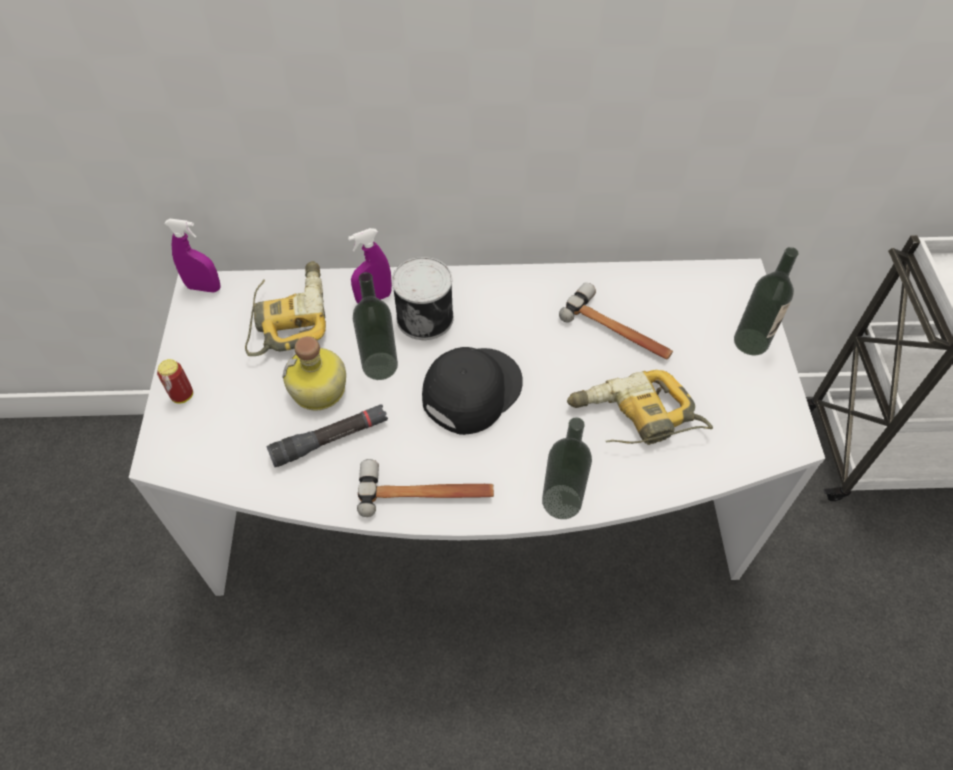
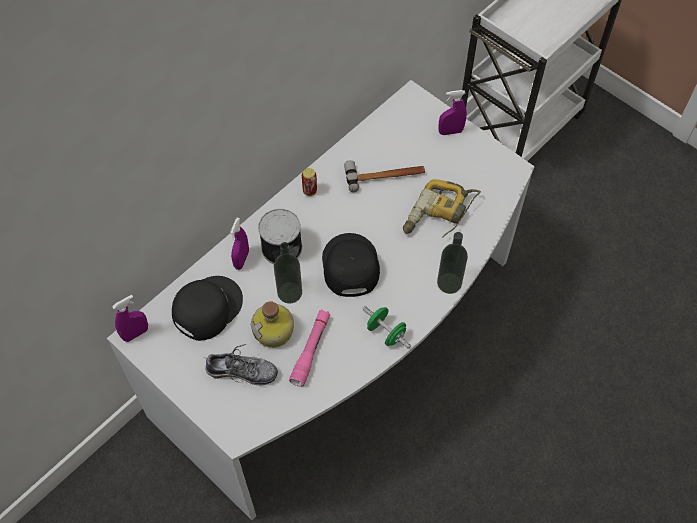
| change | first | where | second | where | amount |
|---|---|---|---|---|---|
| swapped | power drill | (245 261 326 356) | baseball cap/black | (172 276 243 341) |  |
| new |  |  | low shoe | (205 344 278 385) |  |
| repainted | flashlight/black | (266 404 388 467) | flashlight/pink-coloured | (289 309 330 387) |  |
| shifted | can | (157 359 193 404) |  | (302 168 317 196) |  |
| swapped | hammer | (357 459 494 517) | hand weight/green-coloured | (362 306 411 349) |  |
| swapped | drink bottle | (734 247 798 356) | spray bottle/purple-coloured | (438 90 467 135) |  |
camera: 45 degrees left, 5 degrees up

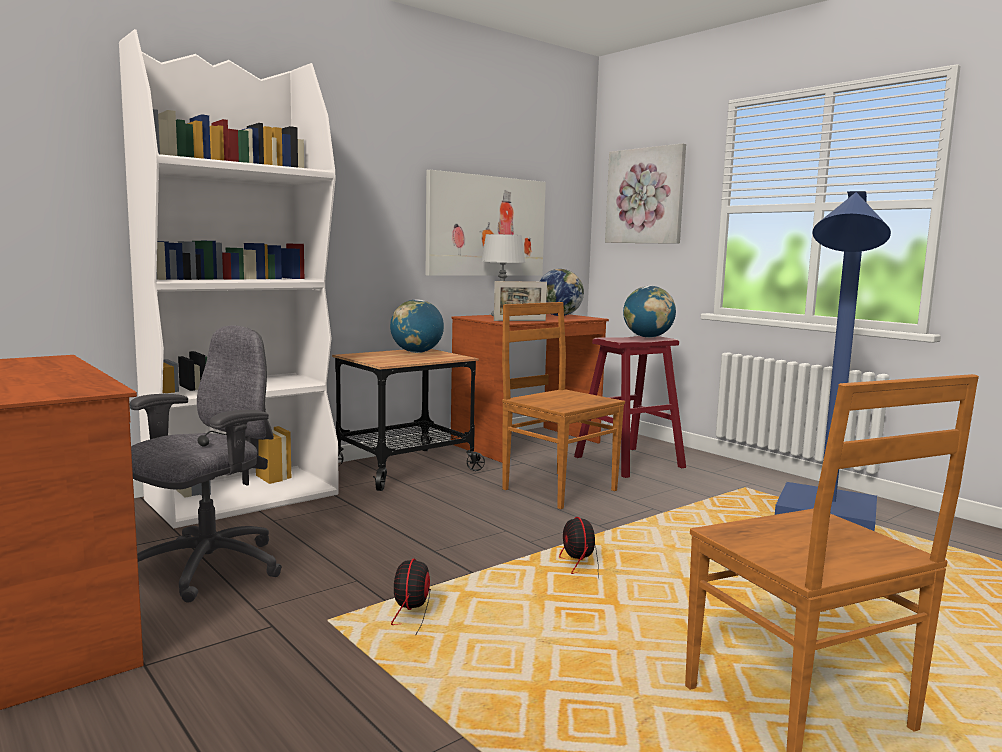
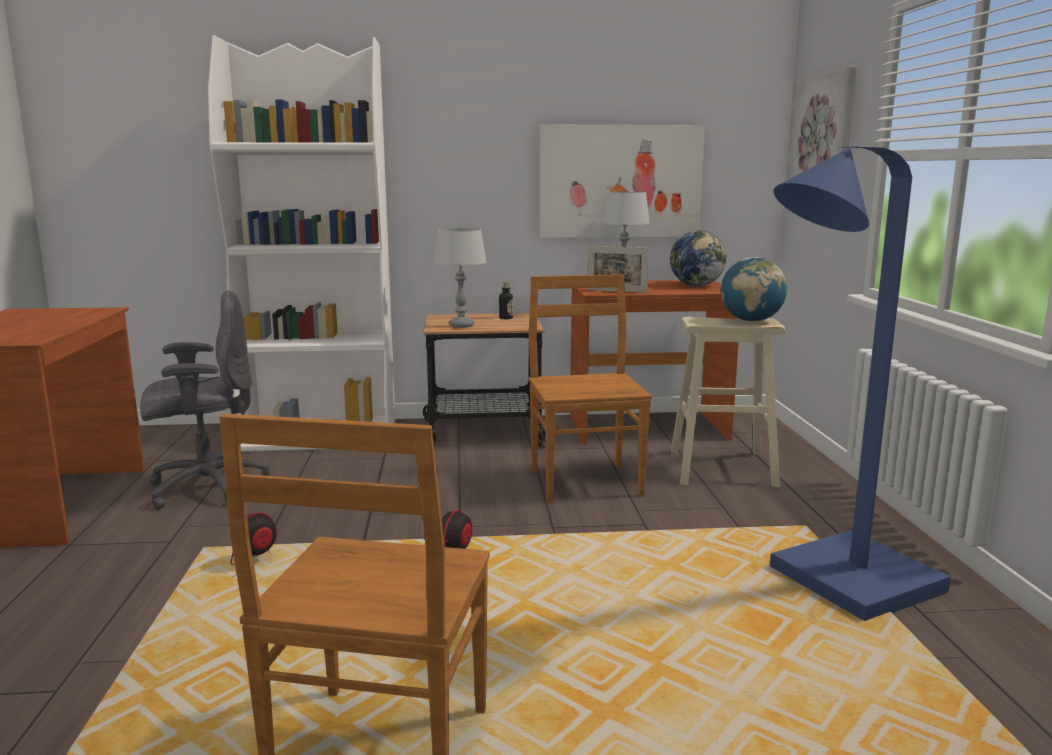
| change | first | where | second | where | amount |
|---|---|---|---|---|---|
| new |  |  | table lamp/gray | (434 228 487 328) |  |
| swapped | globe | (390 299 444 353) | drink bottle | (499 282 513 319) |  |
| repainted | sitting stool/reddish | (574 336 686 478) | sitting stool/sand-coloured | (671 317 785 487) |  |
camera: 35 degrees right, 5 degrees up

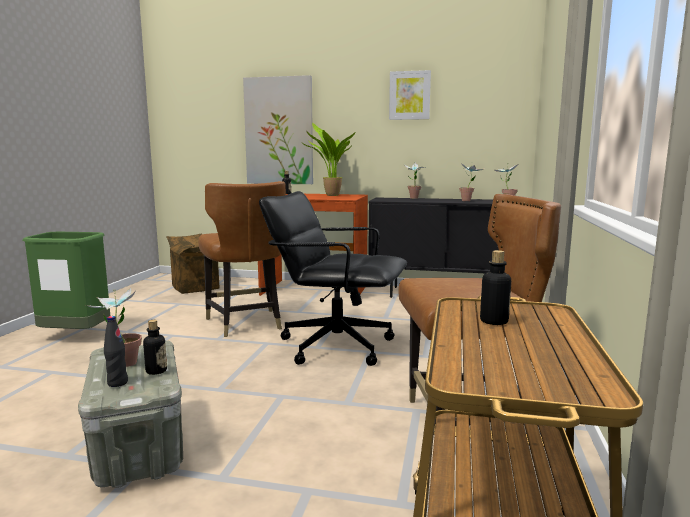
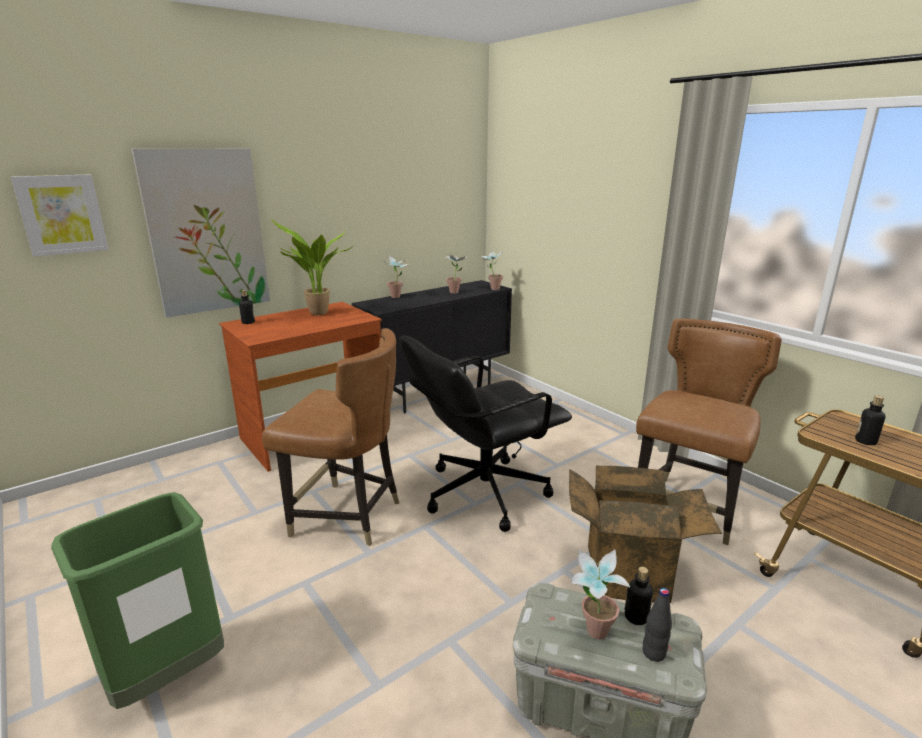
| change | first | where | second | where | amount |
|---|---|---|---|---|---|
| shifted | wall picture | (389 70 431 120) |  | (11 175 109 257) |  |
| shifted | cardboard box | (166 233 220 294) |  | (569 466 722 603) |  |
camera: 50 degrees left, 10 degrees up

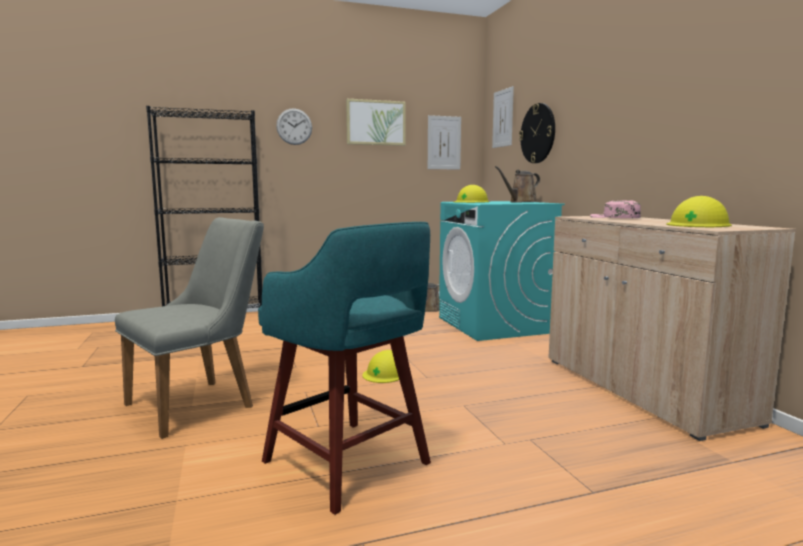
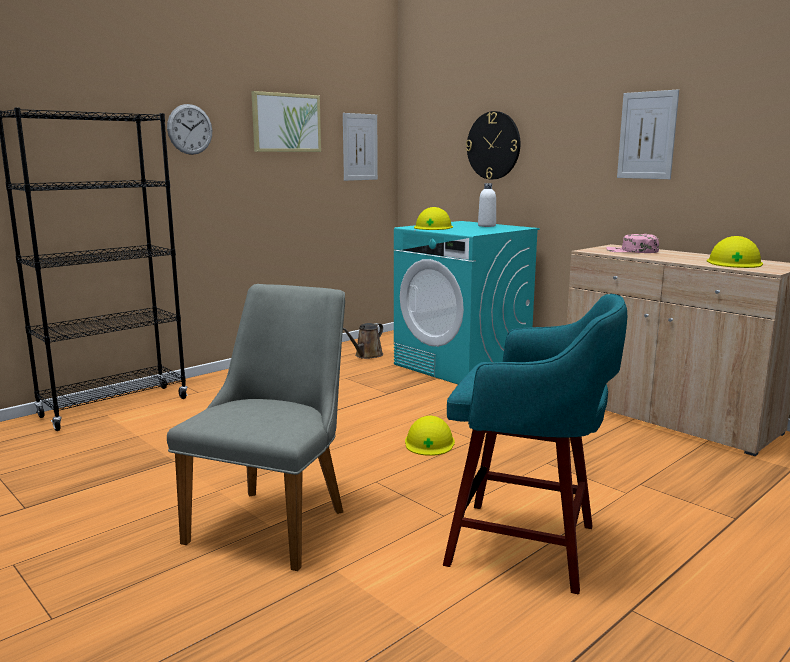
| change | first | where | second | where | amount |
|---|---|---|---|---|---|
| swapped | sprinkling can/brown-coloured | (495 166 540 203) | drink bottle/whitish | (478 183 496 227) |  |
| shifted | wall picture | (492 86 514 148) |  | (617 89 679 179) |  |
camera: 25 degrees left, 5 degrees up

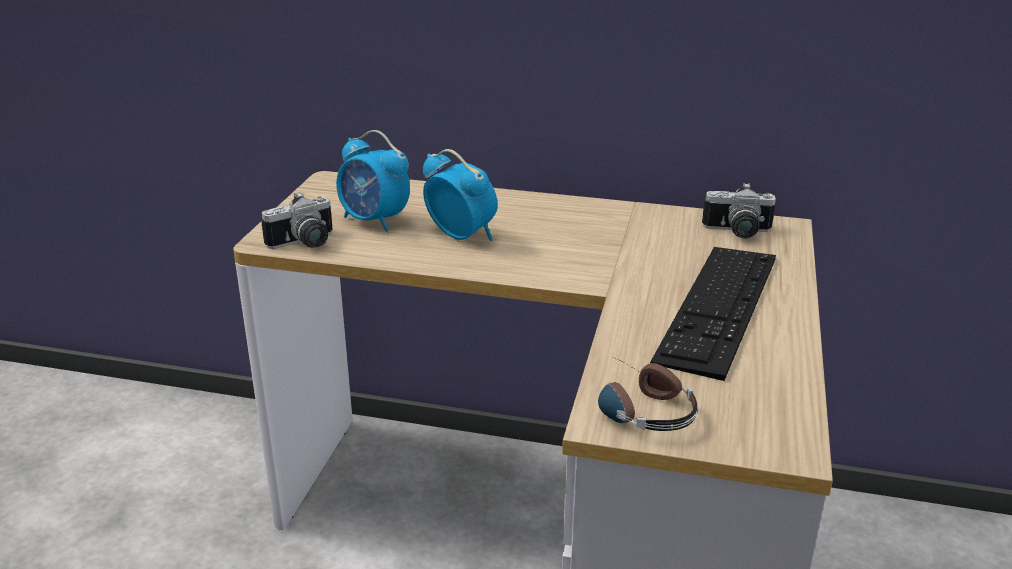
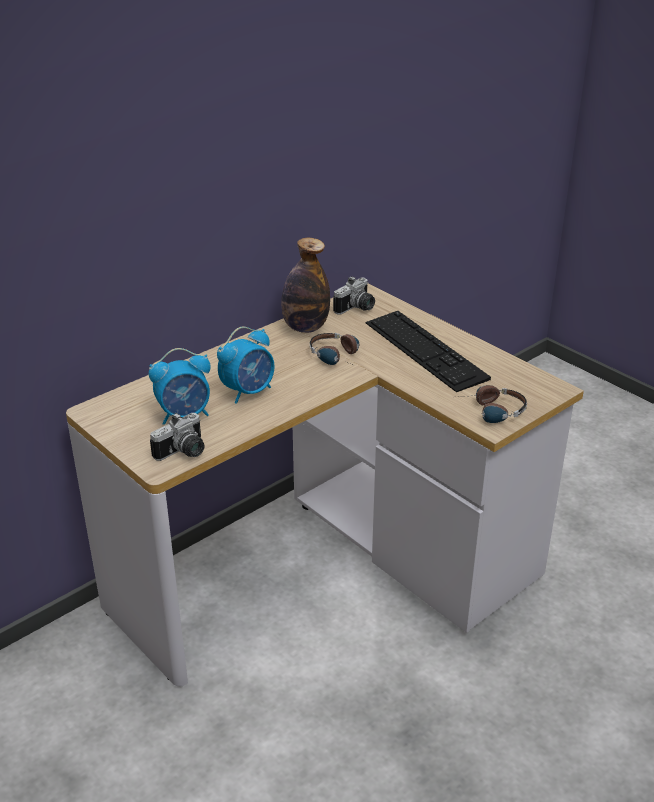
| change | first | where | second | where | amount |
|---|---|---|---|---|---|
| rotated | photo camera | (261 192 332 249) |  | (150 413 204 461) | 45 degrees clockwise |
| rotated | bedside clock | (423 149 498 241) |  | (217 327 274 404) | 150 degrees clockwise |
| new |  |  | drink bottle | (281 238 330 333) |  |
| new |  |  | pair of headphones | (309 333 359 365) |  |
camera: 55 degrees left, 5 degrees up

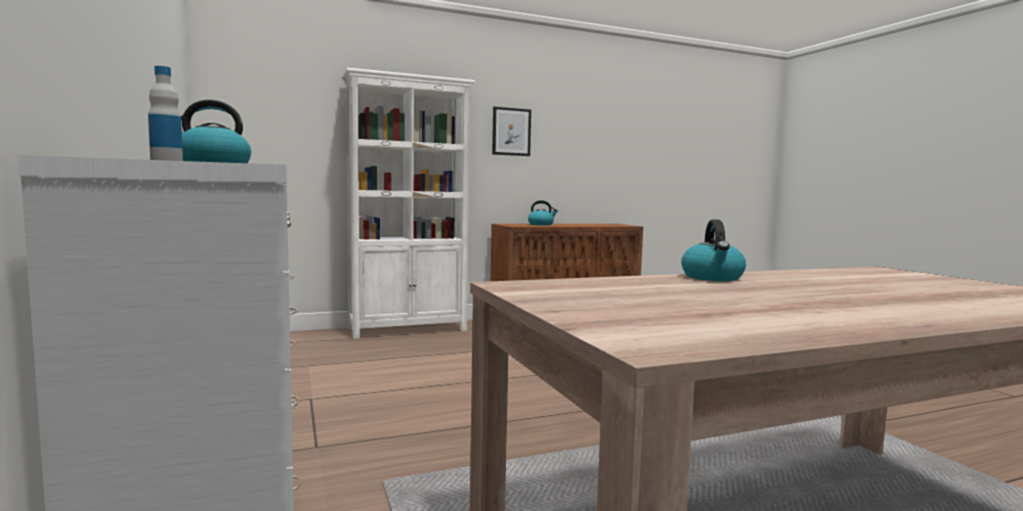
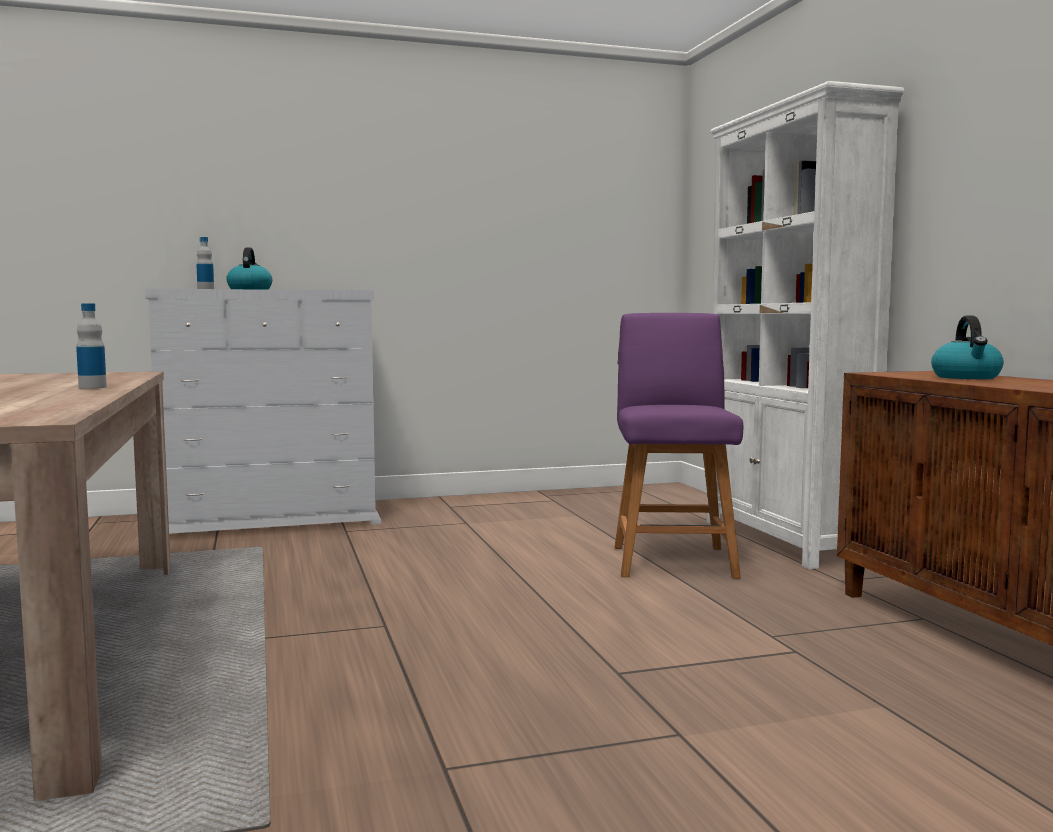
| change | first | where | second | where | amount |
|---|---|---|---|---|---|
| swapped | tea kettle | (681 219 746 281) | drink bottle | (76 303 107 389) |  |
| new |  |  | chair/purple-coloured | (615 313 743 579) |  |
| gone | wall picture | (492 107 531 156) |  |  |  |
camera: 95 degrees right, 0 degrees up

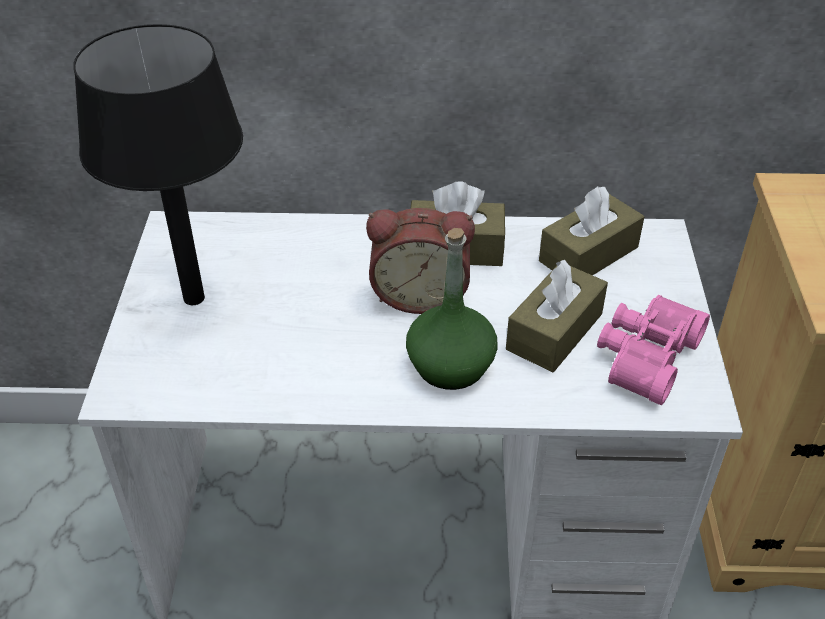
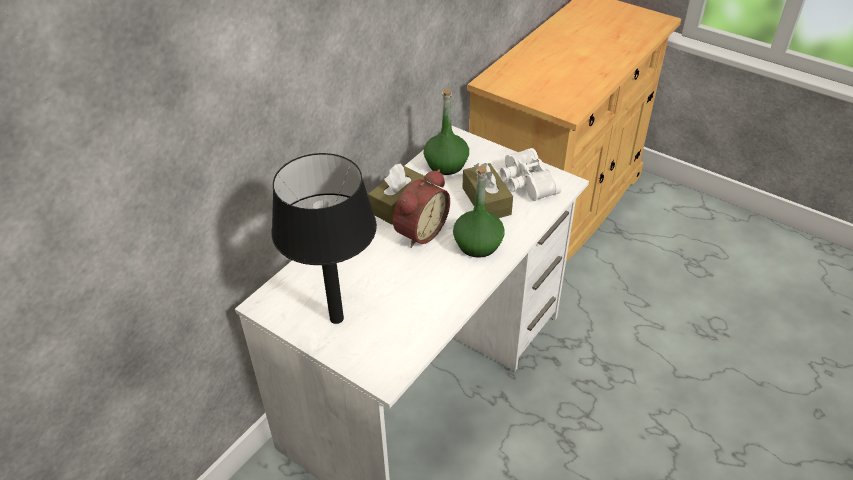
| change | first | where | second | where | amount |
|---|---|---|---|---|---|
| swapped | box of tissues/brown-coloured | (539 186 644 275) | drink bottle/green-coloured | (424 88 469 175) |  |
| repainted | field glasses/pink-coloured | (597 295 710 405) | field glasses/whitish | (500 148 562 201) |  |
camera: 55 degrees left, 0 degrees up

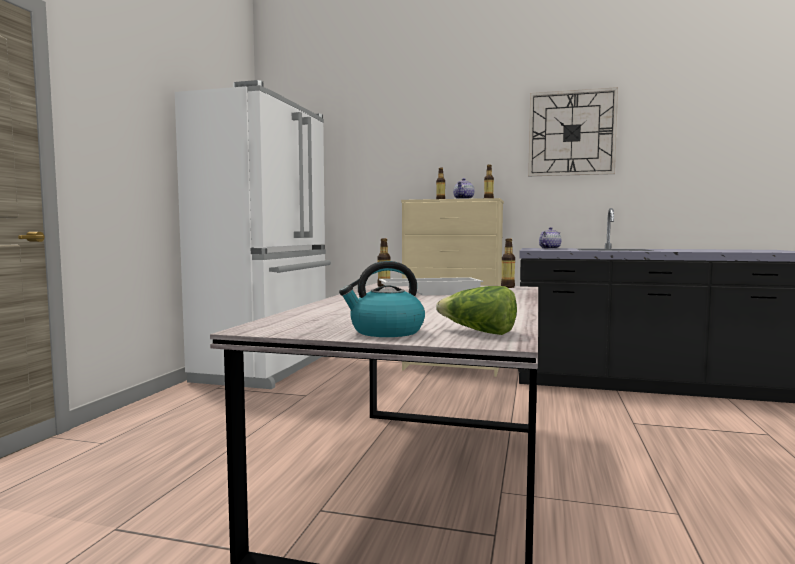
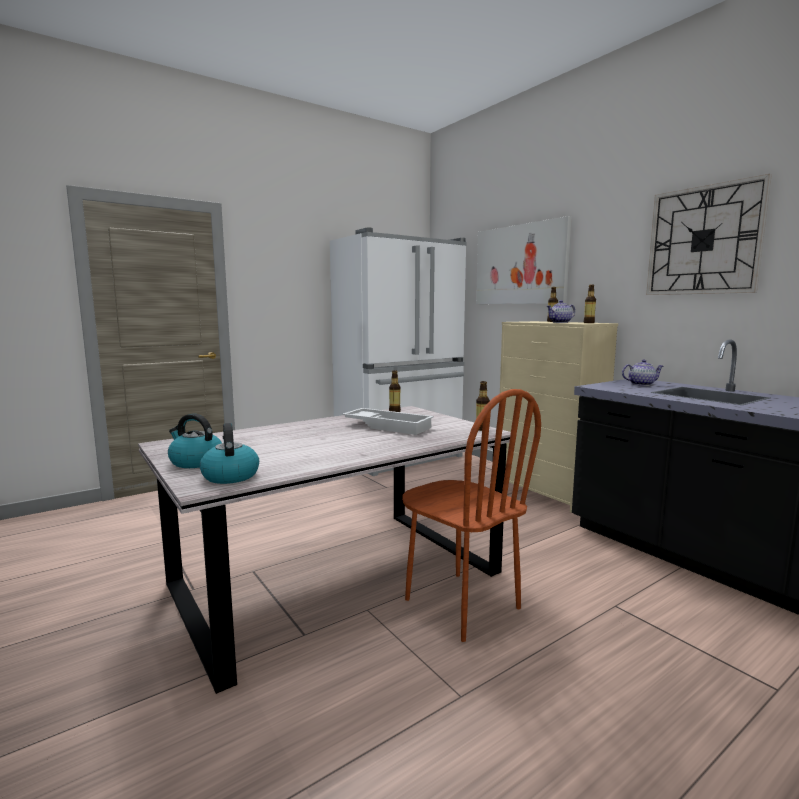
| change | first | where | second | where | amount |
|---|---|---|---|---|---|
| swapped | lettuce head | (436 286 517 335) | tea kettle | (199 423 259 484) |  |
| new |  |  | chair/brown-coloured | (402 389 541 642) |  |
| new |  |  | wall picture | (476 216 571 304) |  |
camera: 40 degrees right, 5 degrees up

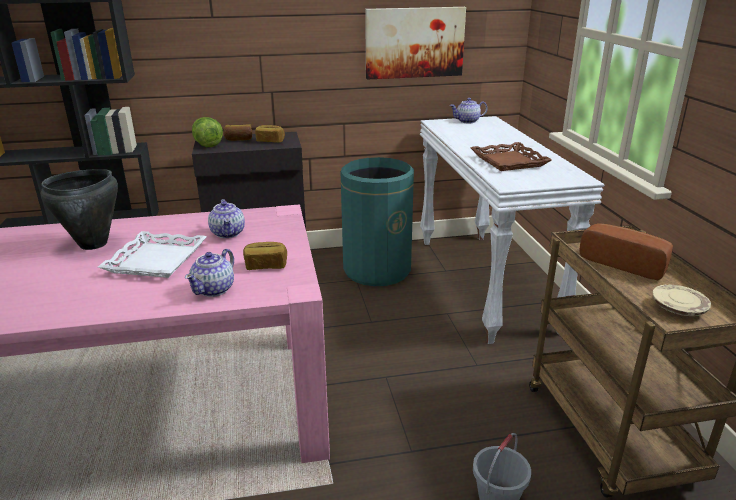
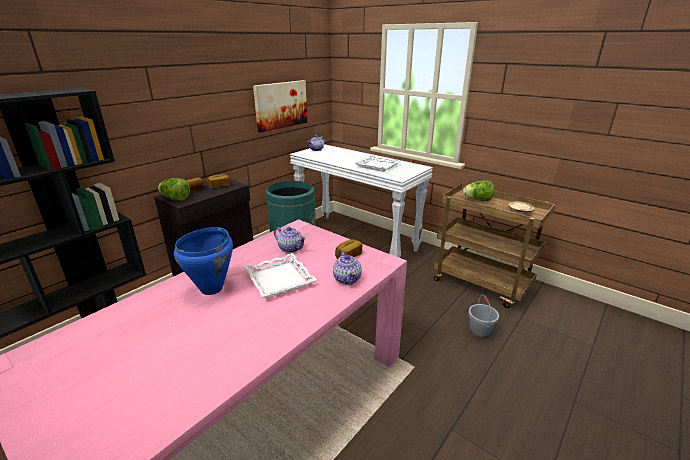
| change | first | where | second | where | amount |
|---|---|---|---|---|---|
| repainted | cooking pot/black | (41 169 118 250) | cooking pot/blue-coloured | (174 227 233 295) |  |
| repainted | tray/brown-coloured | (471 142 552 171) | tray/whitish | (355 155 401 172) |  |
| swapped | bread | (580 223 673 280) | lettuce head | (463 180 494 201) |  |
camera: 40 degrees left, 0 degrees up

